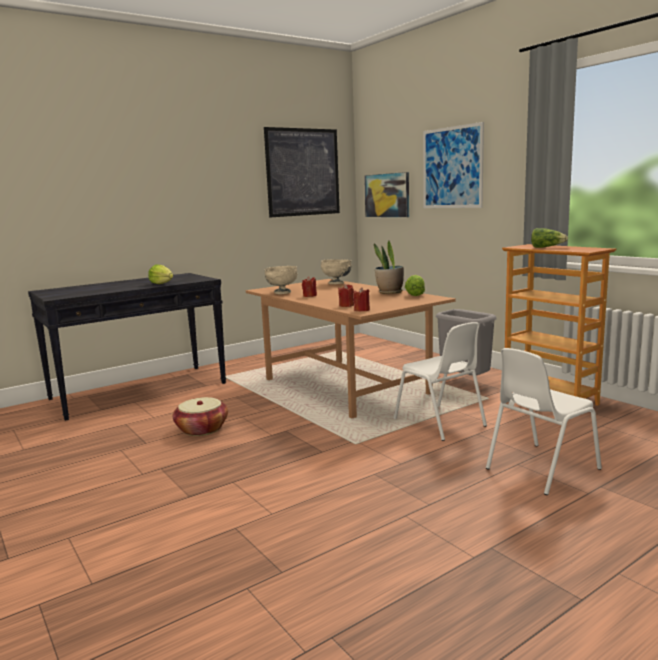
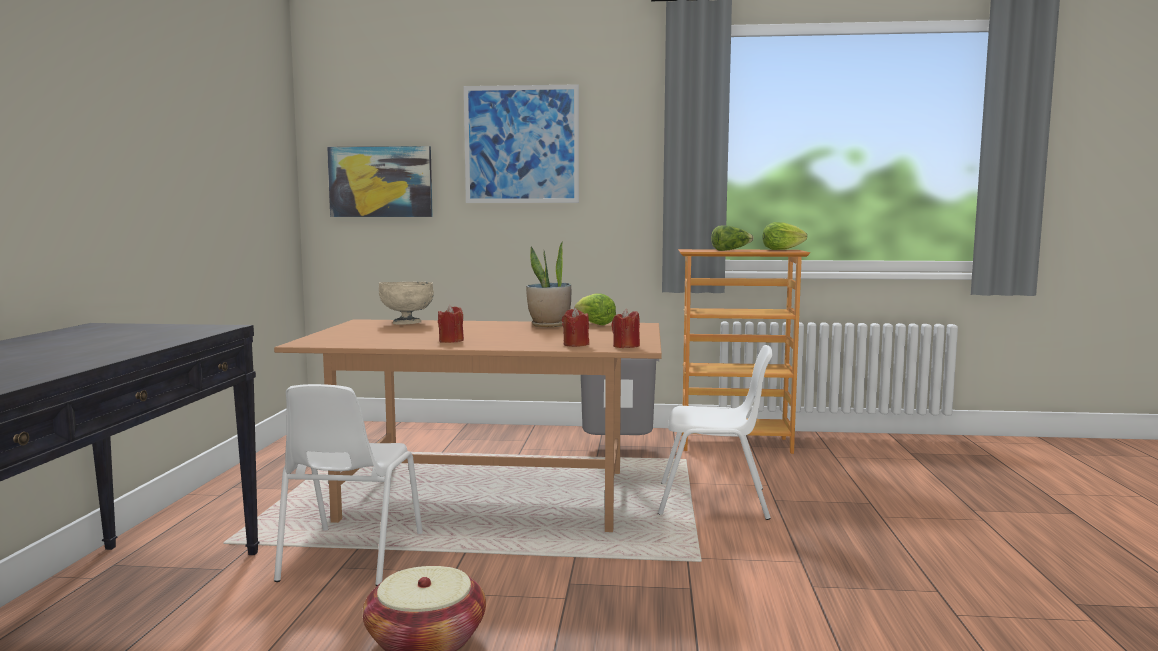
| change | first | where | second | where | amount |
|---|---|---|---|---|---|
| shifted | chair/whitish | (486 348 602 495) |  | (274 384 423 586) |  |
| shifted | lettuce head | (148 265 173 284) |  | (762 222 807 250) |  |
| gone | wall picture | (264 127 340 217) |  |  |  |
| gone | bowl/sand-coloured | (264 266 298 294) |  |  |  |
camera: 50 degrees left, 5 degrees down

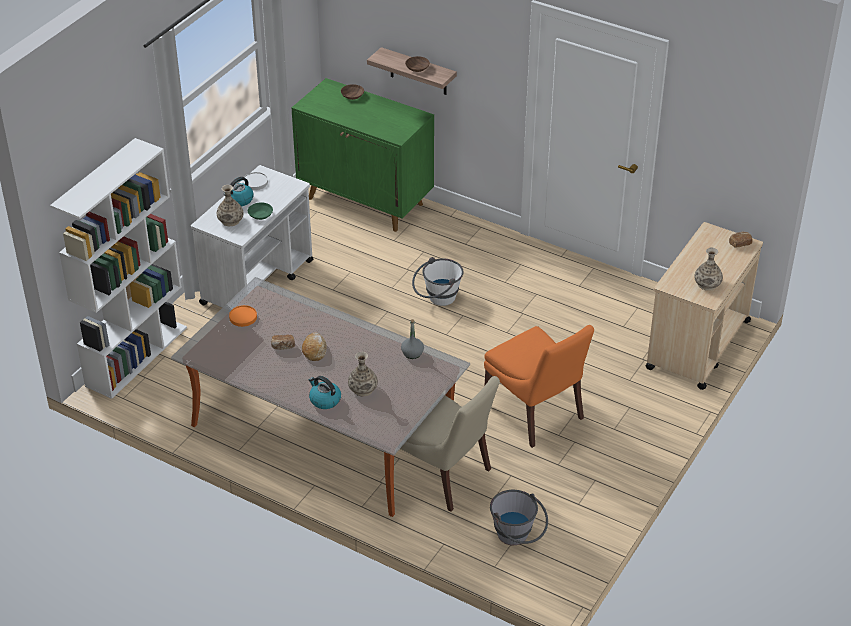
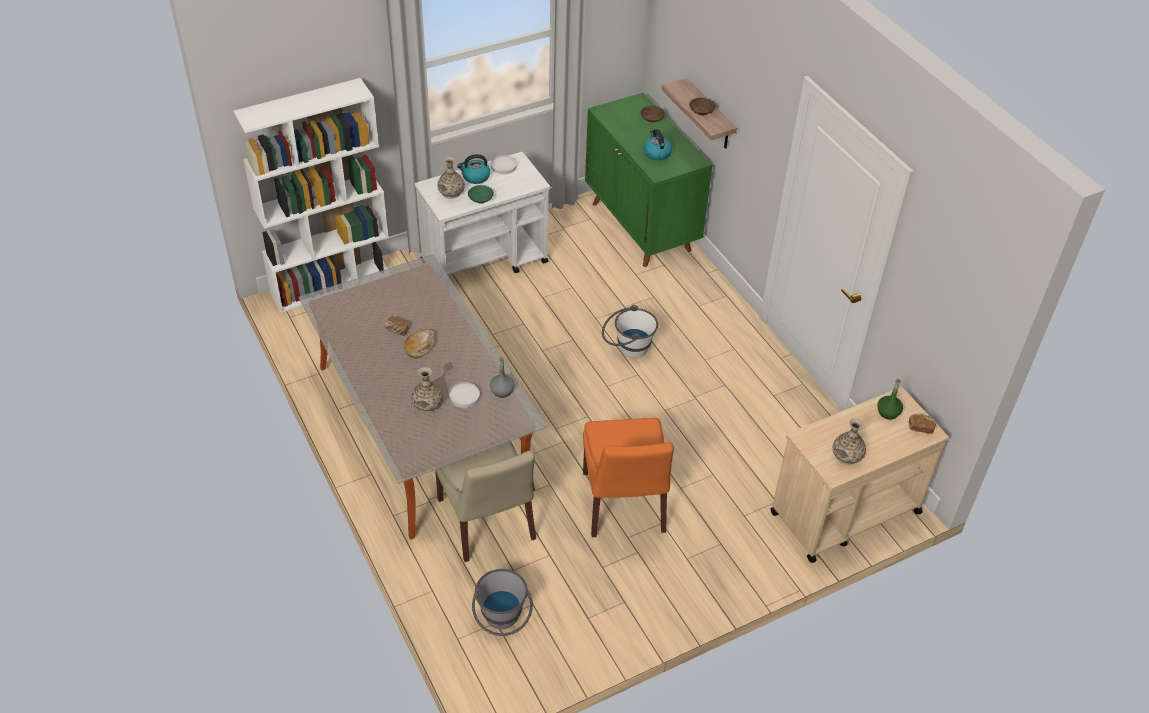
| change | first | where | second | where | amount |
|---|---|---|---|---|---|
| new |  |  | plate/whitish | (449 382 480 408) |  |
| shifted | tea kettle | (309 376 341 409) |  | (644 129 672 160) |  |
| new |  |  | drink bottle/green-coloured | (877 379 903 419) |  |
| gone | plate/orangey | (229 305 257 327) |  |  |  |
camera: 30 degrees right, 5 degrees up

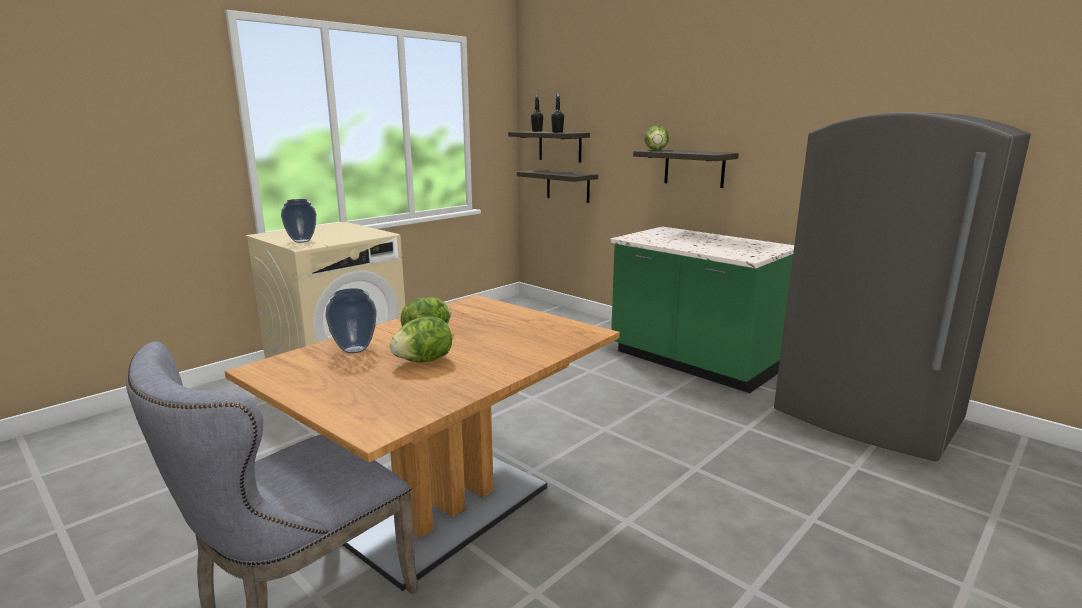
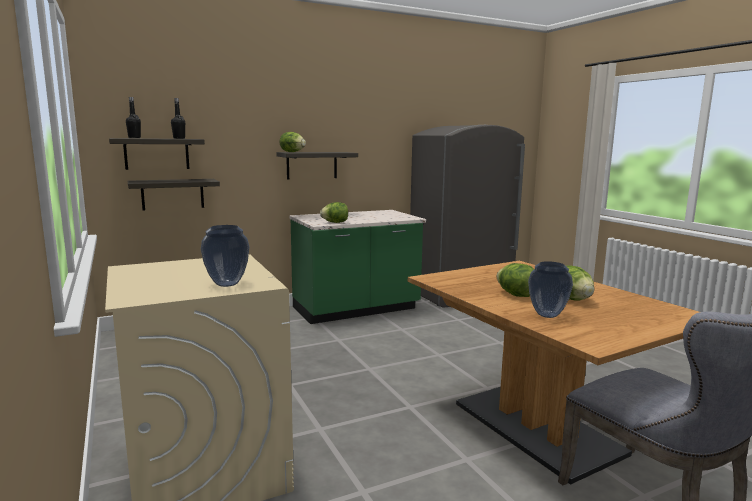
| change | first | where | second | where | amount |
|---|---|---|---|---|---|
| new |  |  | lettuce head | (320 202 348 223) |  |
camera: 70 degrees left, 5 degrees down

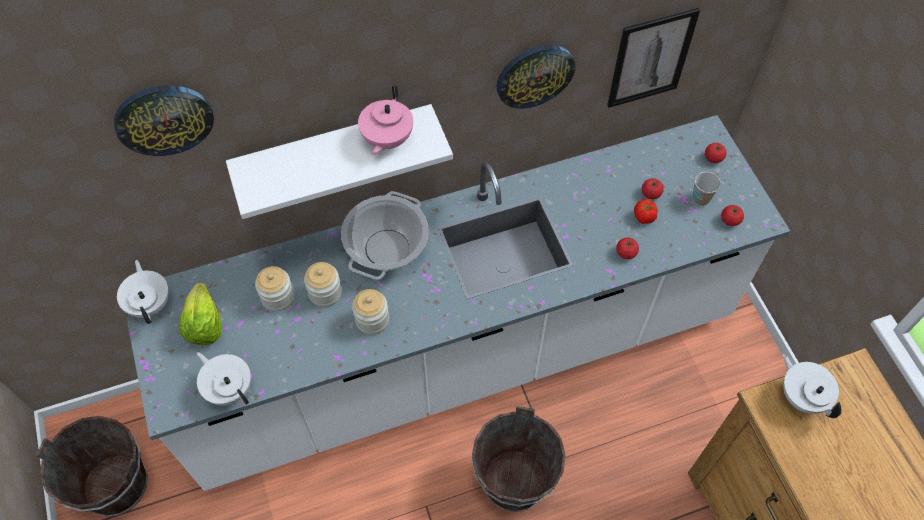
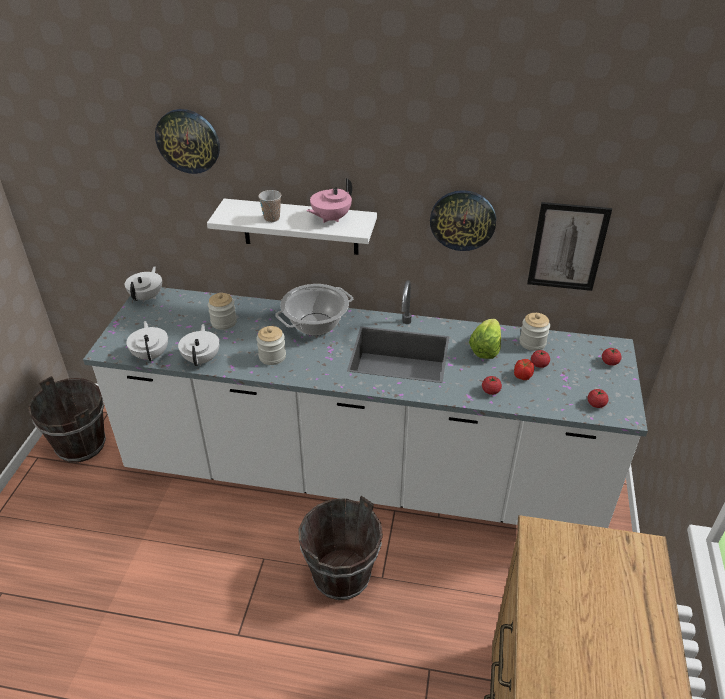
| change | first | where | second | where | amount |
|---|---|---|---|---|---|
| shifted | pot for tea/whitish | (783 353 842 418) |  | (178 324 220 366) |  |
| shifted | small cup | (693 172 721 206) |  | (259 190 281 222) |  |
| shifted | lettuce head | (179 283 222 345) |  | (469 319 501 359) |  |
| shifted | jar | (304 262 342 307) |  | (520 313 550 351) |  |
camera: 30 degrees right, 20 degrees down

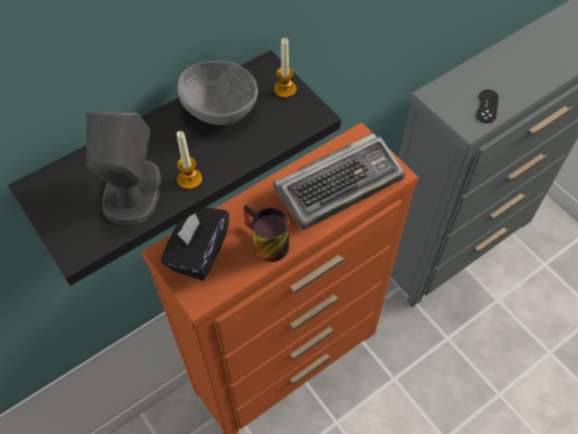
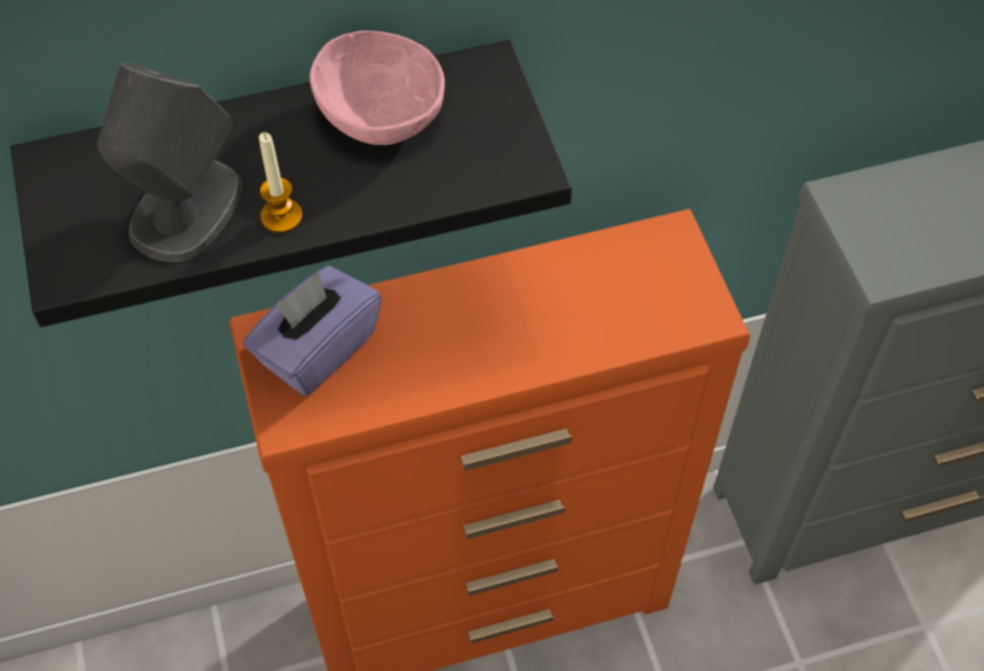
| change | first | where | second | where | amount |
|---|---|---|---|---|---|
| repainted | box of tissues/black | (161 207 229 280) | box of tissues/purple-coloured | (243 265 382 396) |  |
| repainted | bowl/gray | (177 61 258 125) | bowl/pink-coloured | (310 31 445 145) |  |
| gone | tea mug | (244 205 289 262) |  |  |  |
| gone | computer keyboard | (273 133 405 230) |  |  |  |
| gone | wax candle | (274 38 296 98) |  |  |  |
| gone | gamepad/black | (476 89 499 123) |  |  |  |
camera: 20 degrees right, 0 degrees up

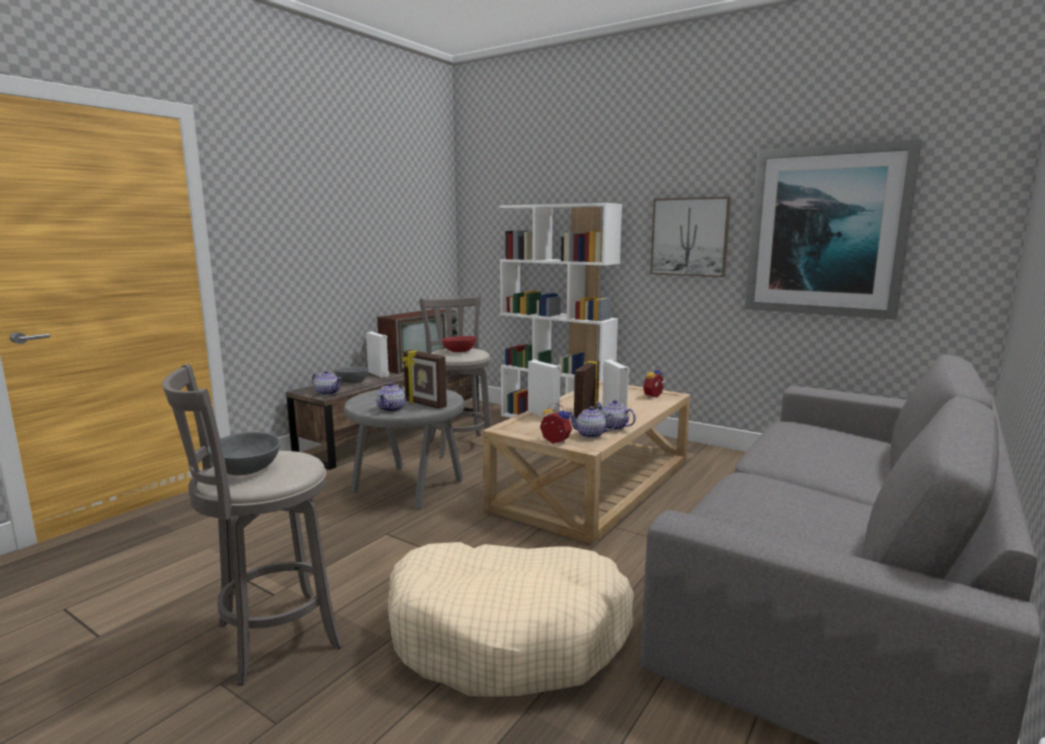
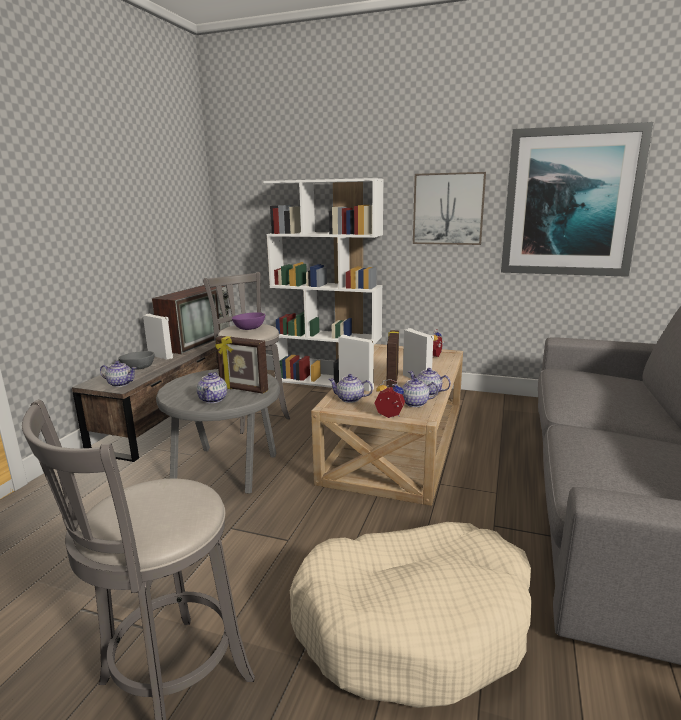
| change | first | where | second | where | amount |
|---|---|---|---|---|---|
| repainted | bowl/reddish | (442 336 476 352) | bowl/purple-coloured | (232 312 265 330) |  |
| new |  |  | pot for tea | (328 374 373 403) |  |
| gone | bowl/gray | (208 432 281 475) |  |  |  |
camera: 15 degrees left, 5 degrees up

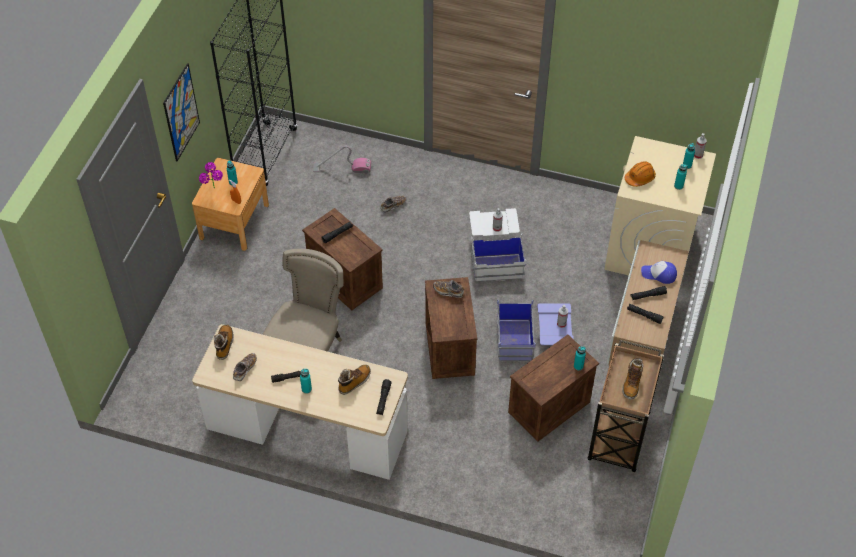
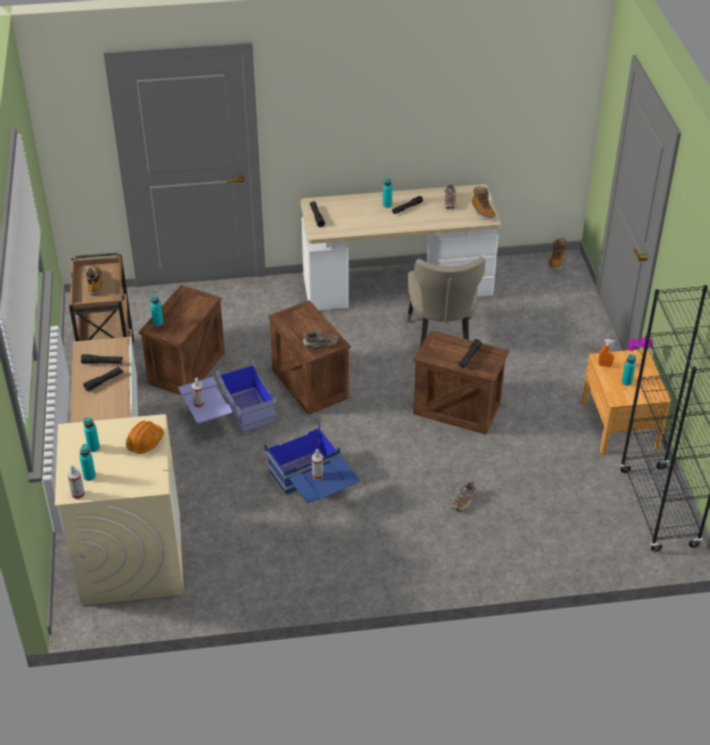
| change | first | where | second | where | amount |
|---|---|---|---|---|---|
| repainted | storage box/whitish | (469 208 527 282) | storage box/blue-coloured | (264 422 360 503) |  |
| shifted | boot | (338 365 371 395) |  | (548 238 566 270) |  |
| gone | wall picture | (163 63 200 161) |  |  |  |
| gone | vacuum cleaner | (313 146 371 174) |  |  |  |
| gone | baseball cap | (641 261 677 284) |  |  |  |
camera: 155 degrees right, 10 degrees down

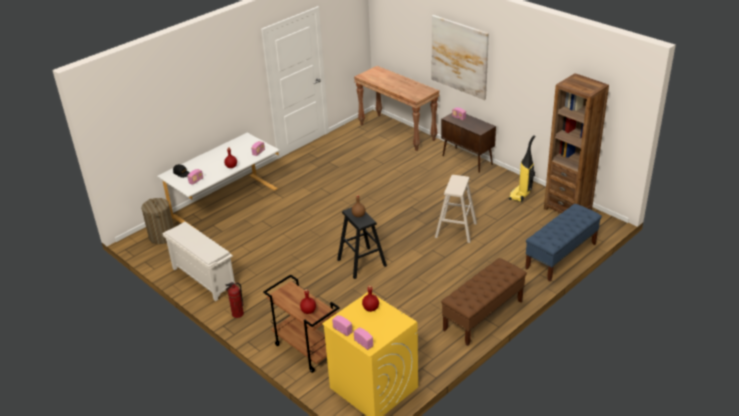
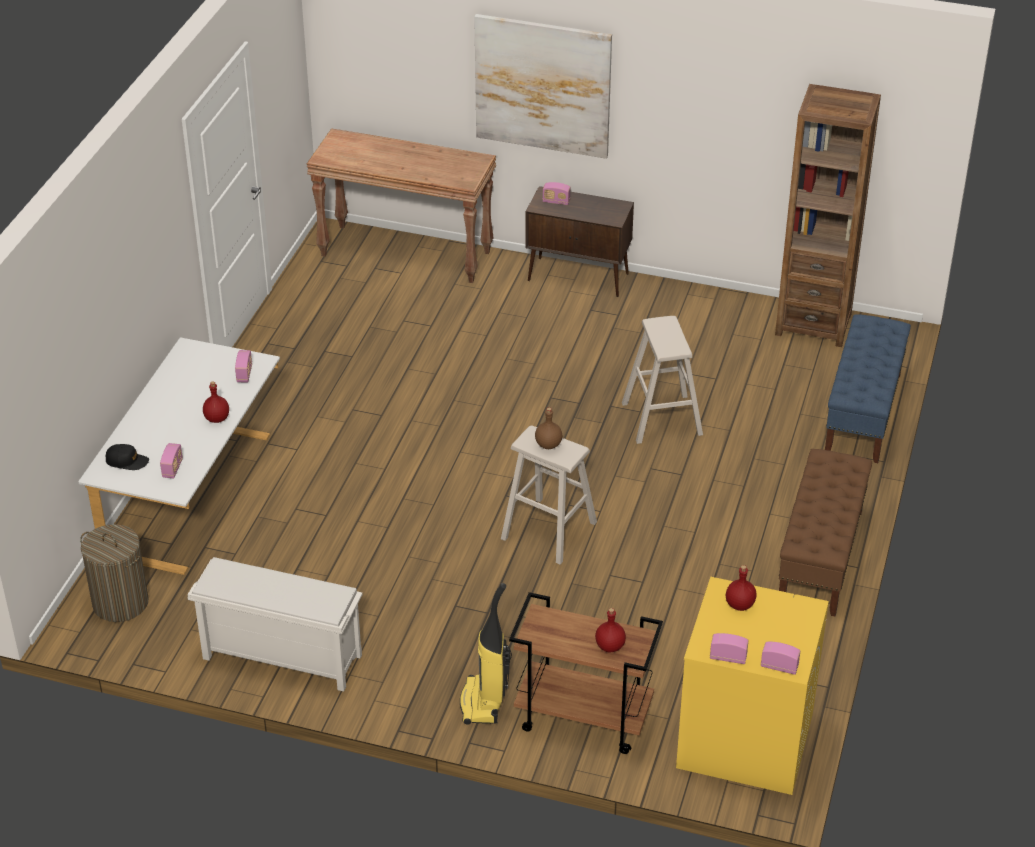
| change | first | where | second | where | amount |
|---|---|---|---|---|---|
| shifted | vacuum cleaner | (509 135 535 202) |  | (460 583 512 725) |  |
| repainted | sitting stool/black | (337 207 387 279) | sitting stool/sand-coloured | (501 426 597 564) |  |
| gone | fire extinguisher | (226 282 244 318) |  |  |  |
camera: 30 degrees left, 5 degrees up

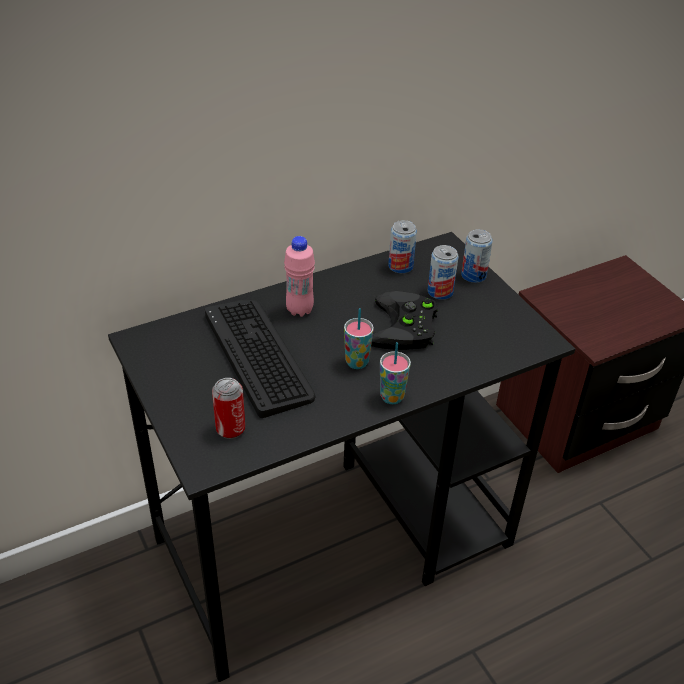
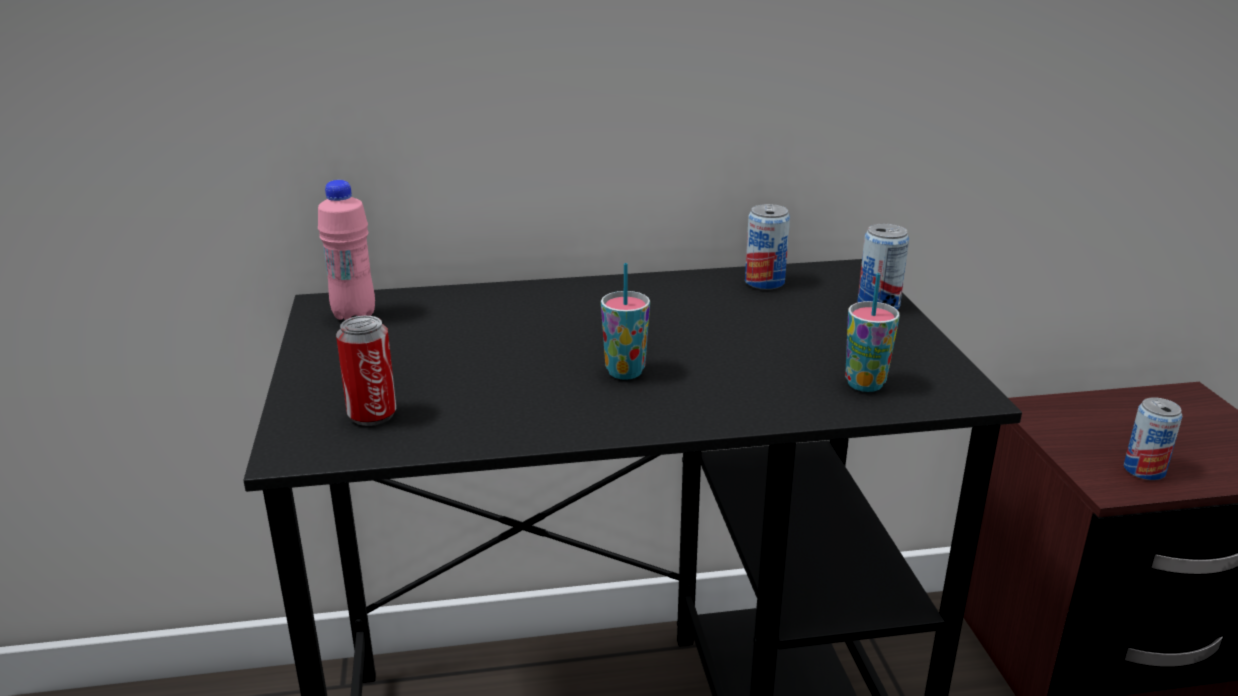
| change | first | where | second | where | amount |
|---|---|---|---|---|---|
| shifted | drink bottle/pink-coloured | (284 236 315 317) |  | (318 180 375 320) |  |
| shifted | small cup | (380 342 411 404) |  | (845 273 900 392) |  |
| shifted | can | (428 245 459 300) |  | (1124 397 1182 480) |  |
| gone | computer keyboard | (205 300 315 418) |  |  |  |
| gone | gamepad/black | (371 291 438 350) |  |  |  |
camera: 20 degrees right, 15 degrees down

